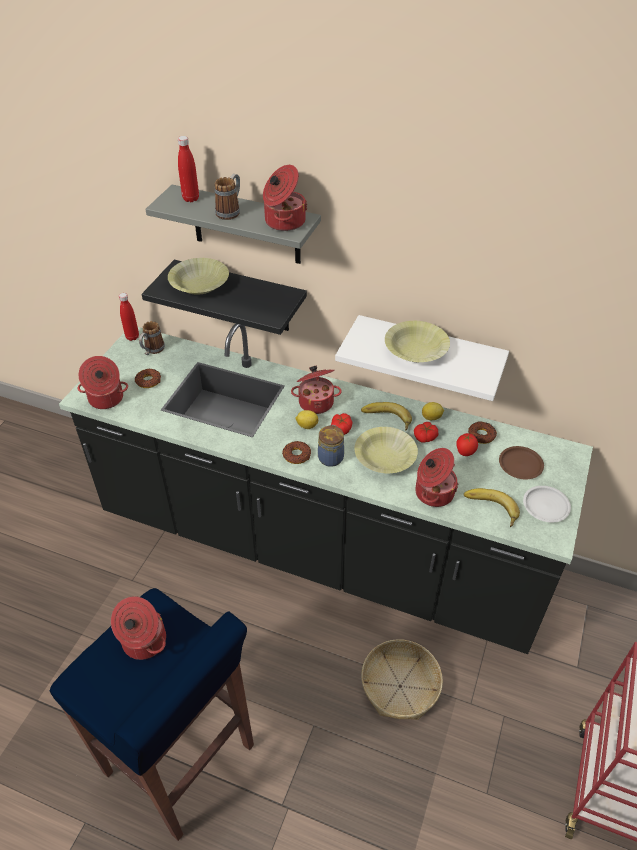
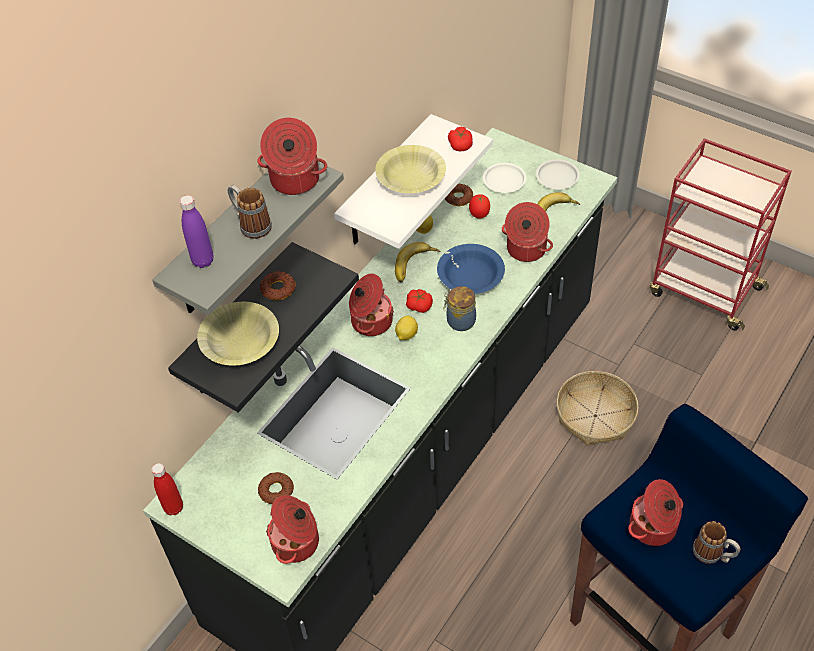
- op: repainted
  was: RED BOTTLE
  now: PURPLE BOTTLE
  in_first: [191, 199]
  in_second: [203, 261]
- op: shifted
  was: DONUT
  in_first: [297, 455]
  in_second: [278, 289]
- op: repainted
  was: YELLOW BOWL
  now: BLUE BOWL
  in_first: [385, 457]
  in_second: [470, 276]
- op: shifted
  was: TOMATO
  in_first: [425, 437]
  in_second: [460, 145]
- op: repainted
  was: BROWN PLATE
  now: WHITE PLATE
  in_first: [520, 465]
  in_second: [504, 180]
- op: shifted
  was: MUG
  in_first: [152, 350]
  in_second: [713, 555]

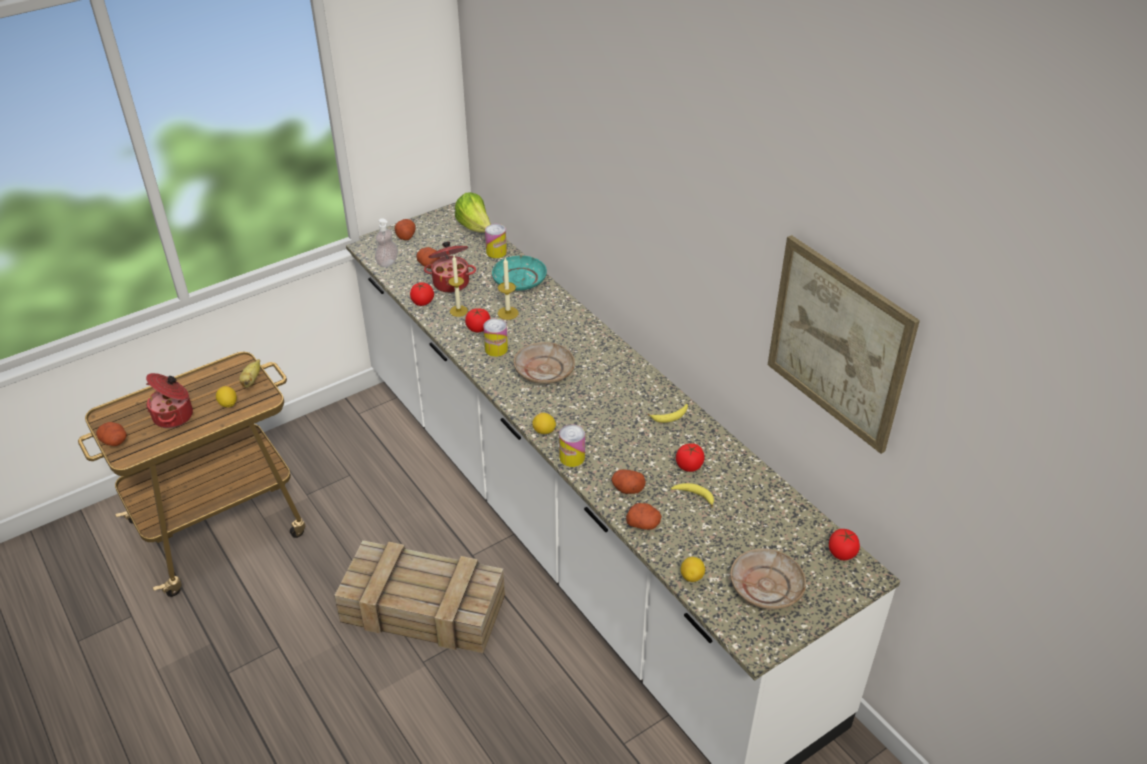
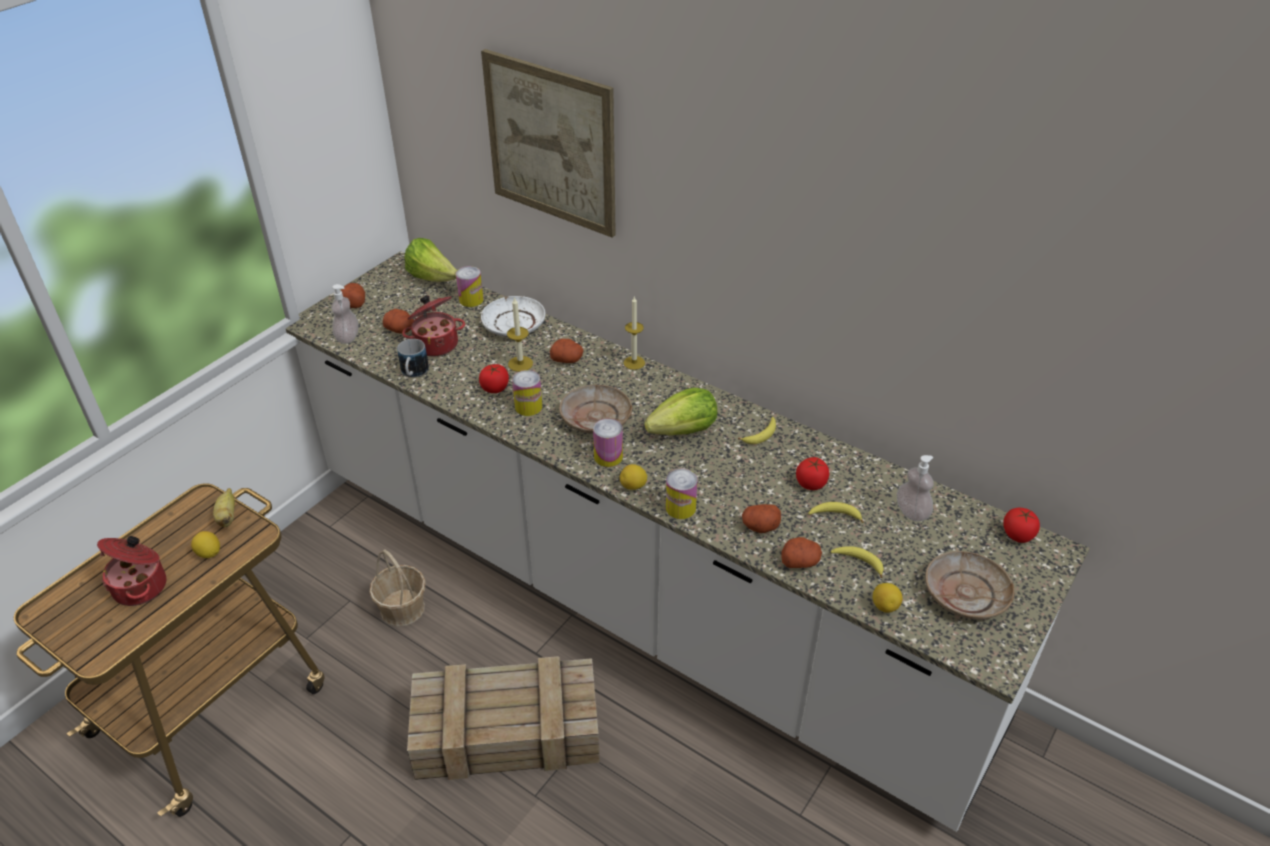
- op: new
  now: BASKET
  in_second: [402, 608]
- op: swapped
  was: TOMATO
  now: MUG
  in_first: [422, 302]
  in_second: [413, 373]
- op: shifted
  was: PICTURE
  in_first: [838, 343]
  in_second: [551, 143]
- op: repainted
  was: TURQUOISE PLATE
  now: WHITE PLATE
  in_first: [519, 280]
  in_second: [513, 325]
- op: shifted
  was: POTATO
  in_first: [115, 441]
  in_second: [567, 359]
- op: new
  now: CAN
  in_second: [608, 457]
- op: shifted
  was: CANDLE
  in_first: [458, 311]
  in_second: [634, 363]
- op: new
  now: LETTUCE
  in_second: [684, 431]
- op: new
  now: BANANA
  in_second: [858, 562]
- op: new
  now: SOAP DISPENSER
  in_second: [911, 512]

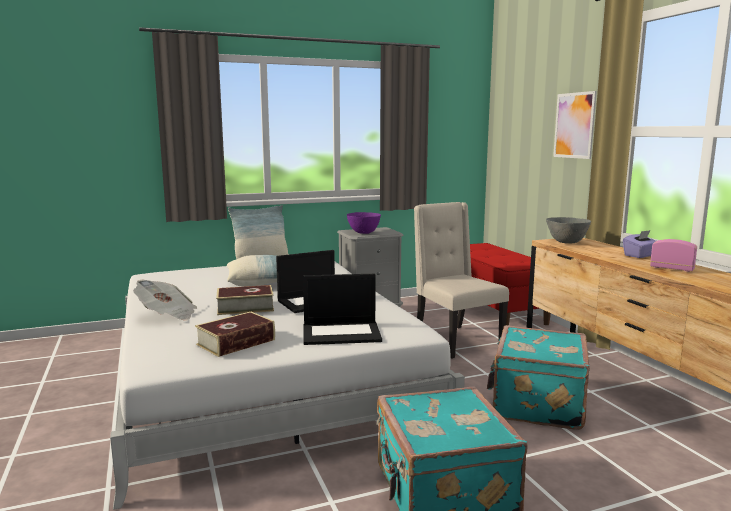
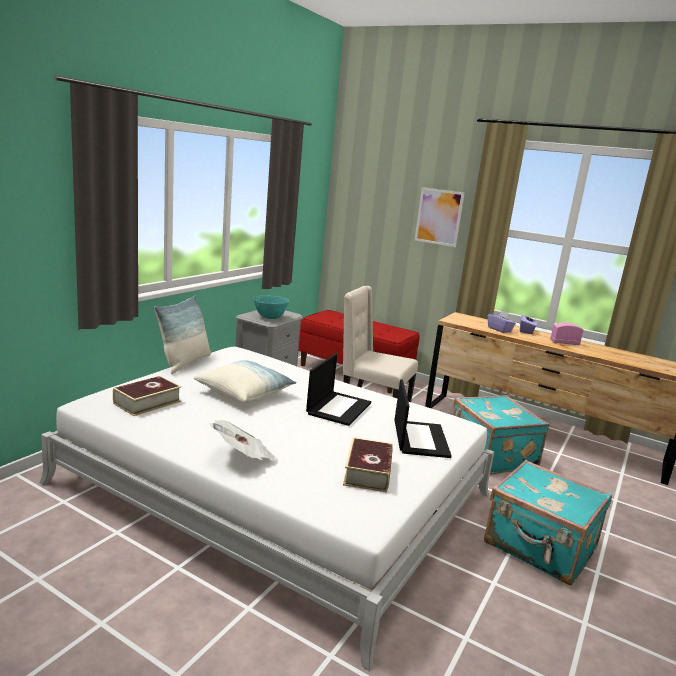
- op: shifted
  was: BOOK
  in_first: [245, 307]
  in_second: [147, 402]
- op: repainted
  was: PURPLE BOWL
  now: TURQUOISE BOWL
  in_first: [364, 233]
  in_second: [270, 318]
- op: rotated
  was: LAPTOP
  in_first: [342, 333]
  in_second: [419, 438]
  clockwise: -45
- op: new
  now: PURPLE TISSUE BOX
  in_second: [499, 329]
- op: gone
  was: GREY BOWL
  in_first: [566, 242]

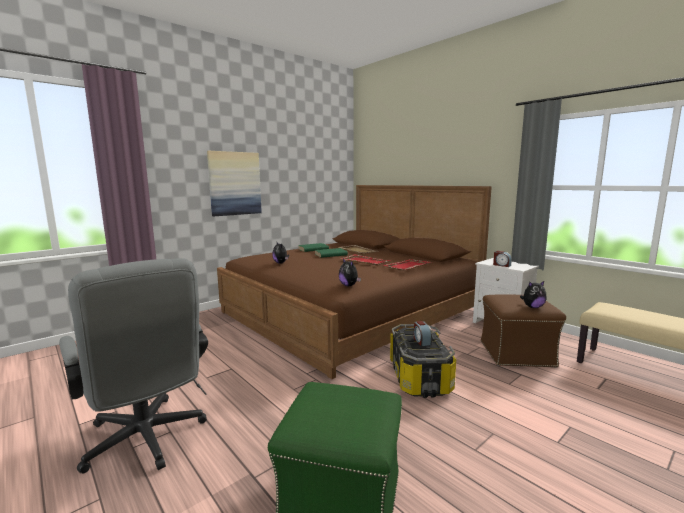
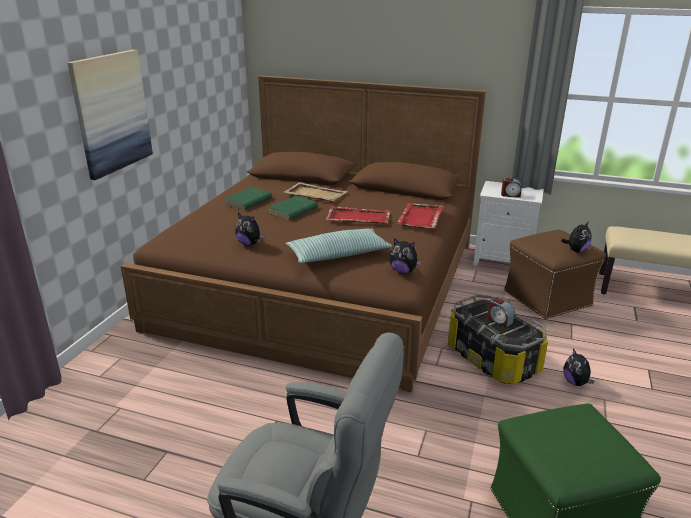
- op: new
  now: PILLOW
  in_second: [338, 255]
- op: new
  now: PLUSH TOY
  in_second: [575, 382]

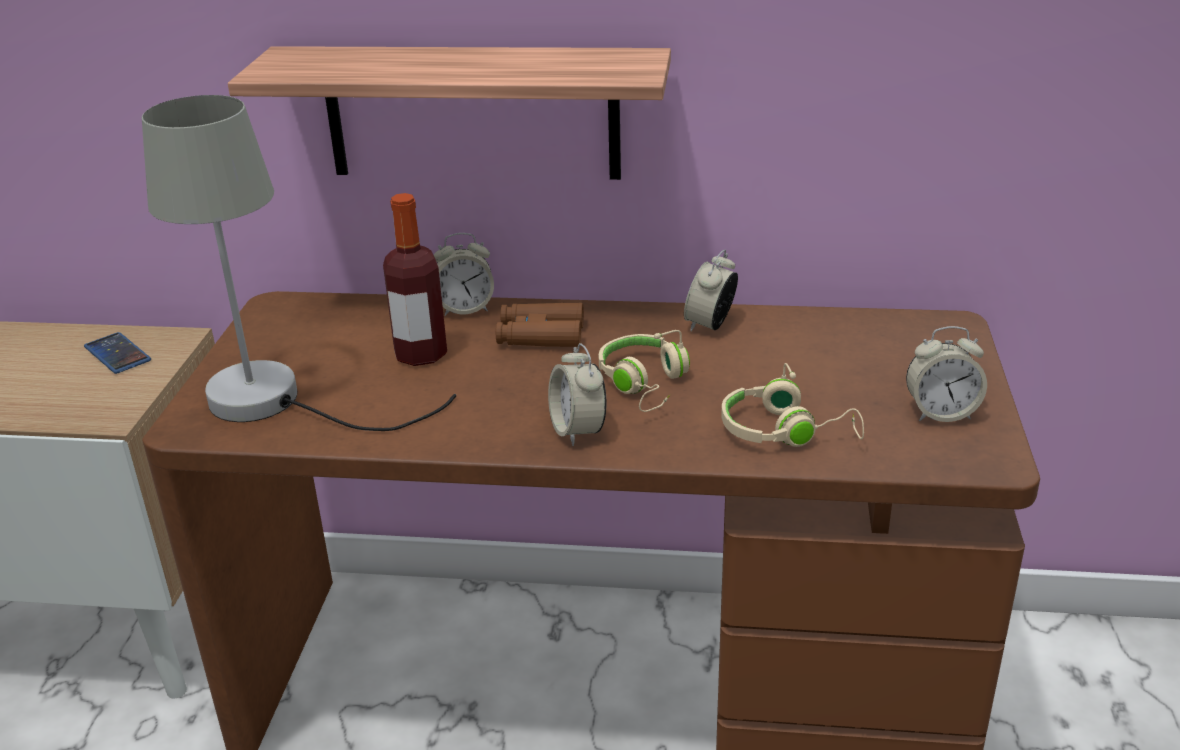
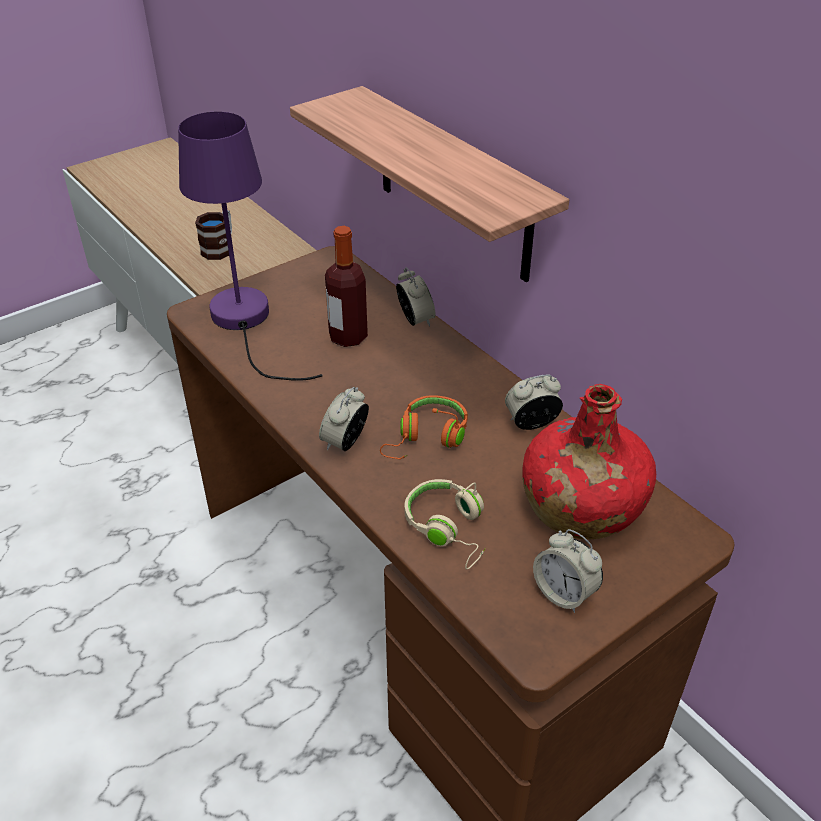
- op: repainted
  was: GREY TABLE LAMP
  now: PURPLE TABLE LAMP
  in_first: [279, 402]
  in_second: [246, 323]
- op: new
  now: MUG
  in_second: [220, 248]
- op: repainted
  was: BEIGE HEADPHONES
  now: ORANGE HEADPHONES
  in_first: [645, 383]
  in_second: [427, 438]
- op: rotated
  was: ALARM CLOCK
  in_first: [465, 309]
  in_second: [415, 320]
  clockwise: -150
- op: new
  now: RED BOTTLE
  in_second: [580, 505]
- op: gone
  was: PHONE
  in_first: [117, 354]
- op: gone
  was: BROWN BINOCULARS
  in_first: [540, 335]

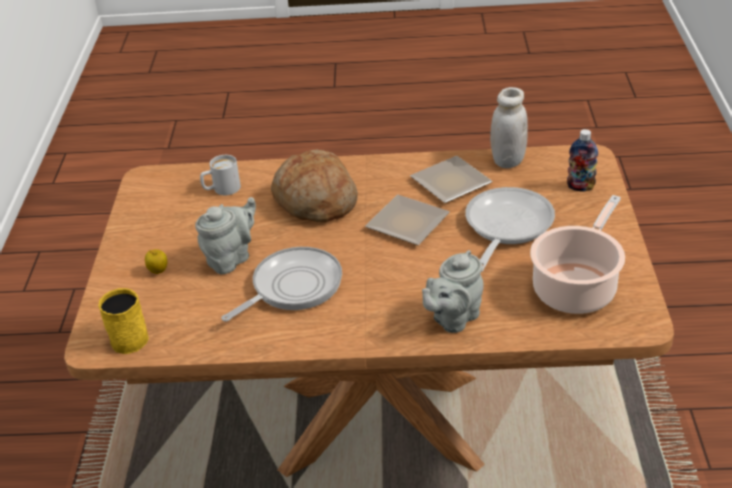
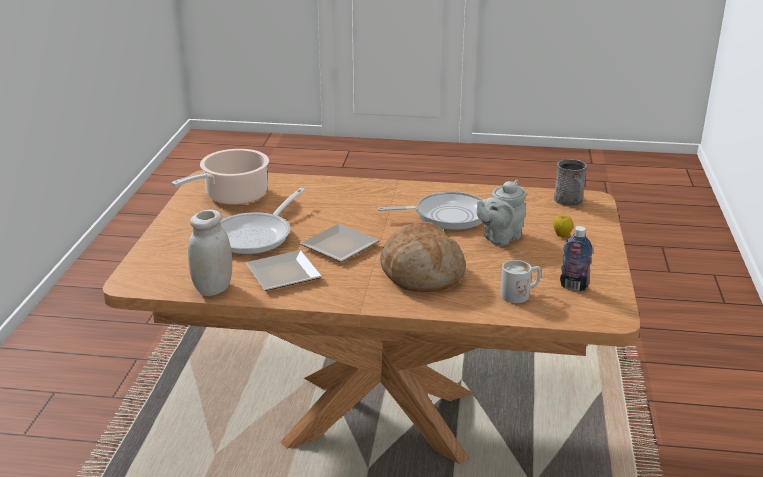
- op: rotated
  was: FRYING PAN
  in_first: [292, 287]
  in_second: [446, 216]
  clockwise: -150
- op: repainted
  was: YELLOW MUG
  now: GREY MUG
  in_first: [128, 336]
  in_second: [570, 201]
- op: shifted
  was: BOTTLE
  in_first: [580, 187]
  in_second: [573, 286]
- op: gone
  was: GREY TEAPOT
  in_first: [453, 318]

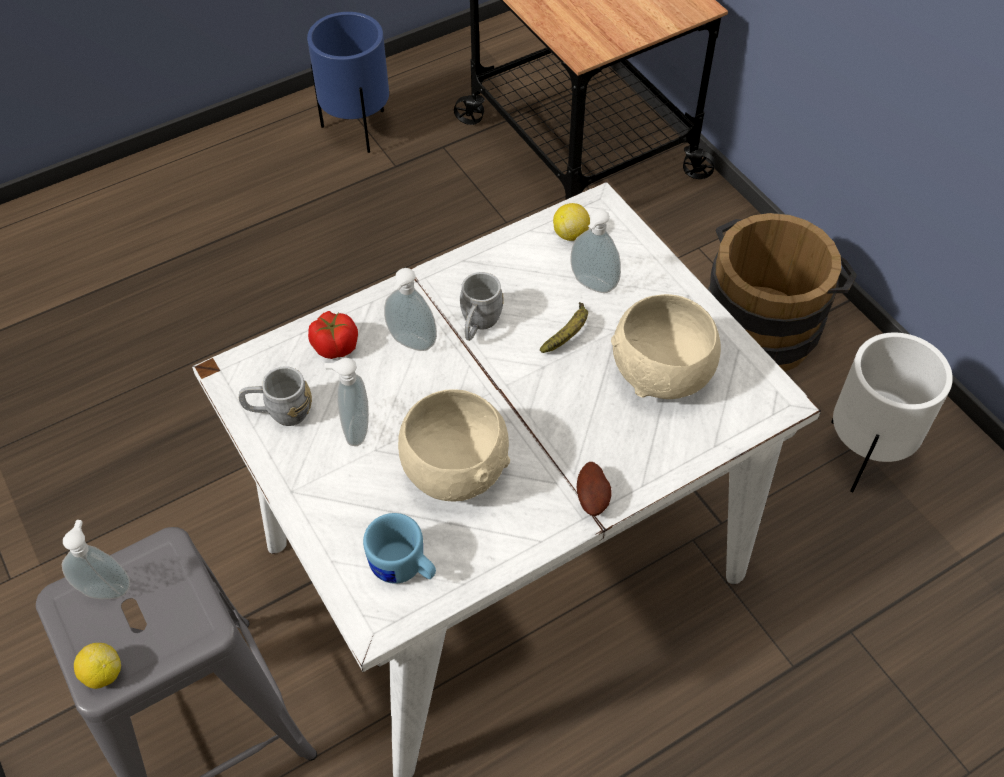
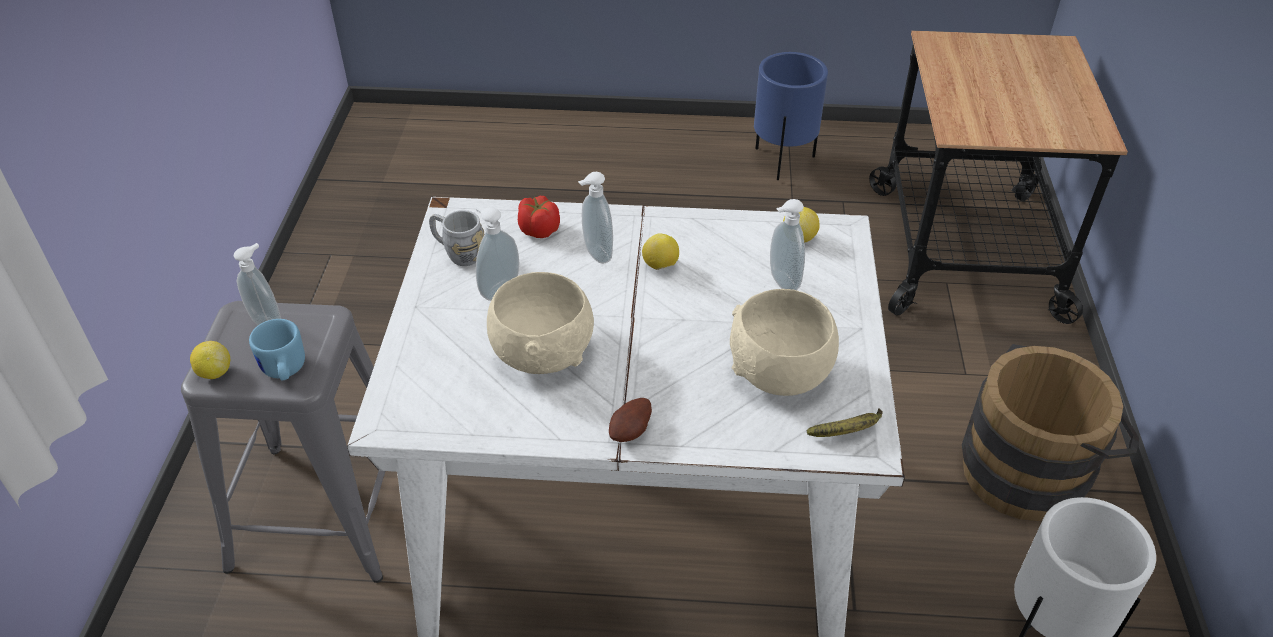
- op: shifted
  was: BLUE MUG
  in_first: [403, 569]
  in_second: [284, 371]
- op: swapped
  was: GREY MUG
  now: LEMON
  in_first: [478, 324]
  in_second: [660, 266]
- op: shifted
  was: BANANA
  in_first: [568, 334]
  in_second: [848, 432]

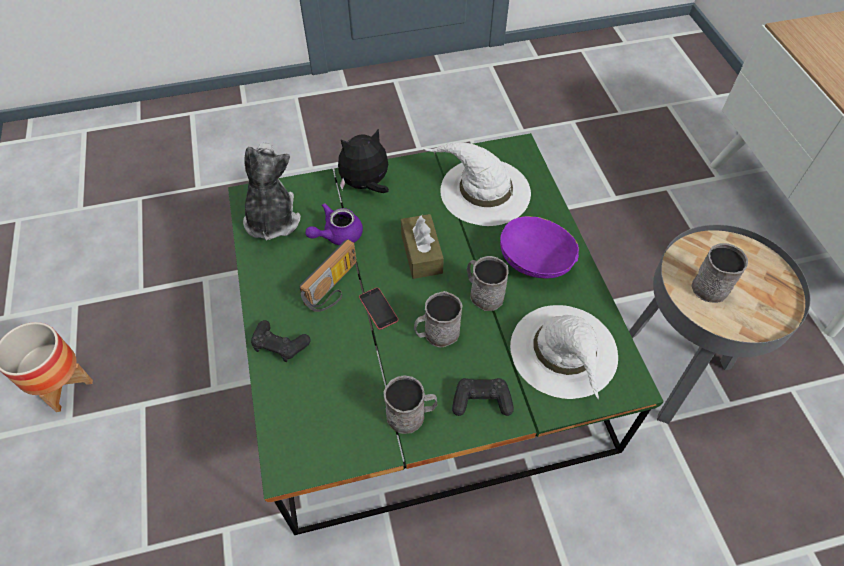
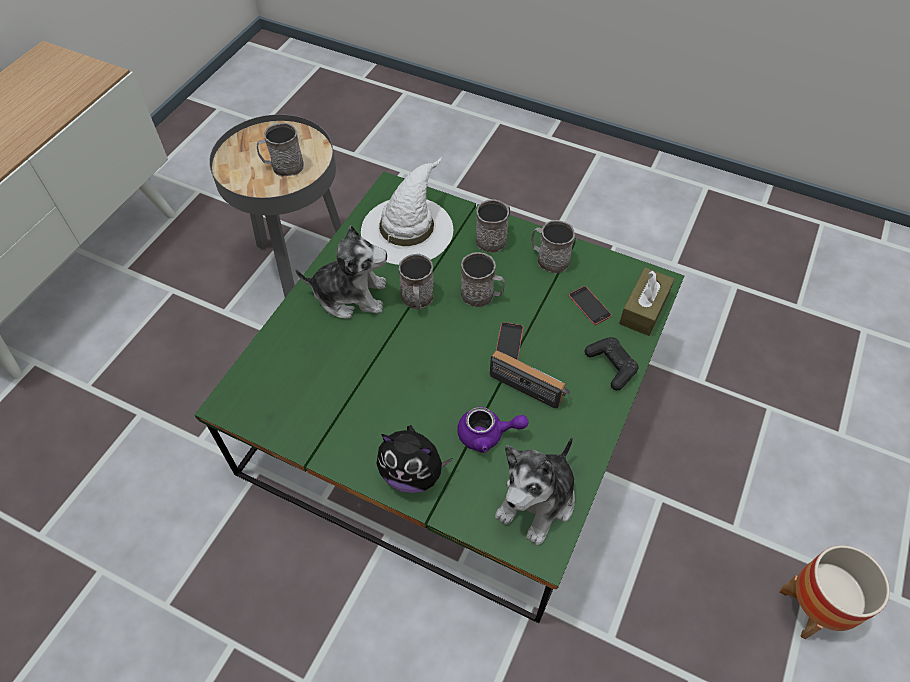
- op: swapped
  was: PURPLE BOWL
  now: PLUSH TOY
  in_first: [535, 261]
  in_second: [350, 295]
- op: swapped
  was: BLACK GAME CONTROLLER
  now: GREY MUG
  in_first: [481, 401]
  in_second: [494, 238]
- op: rotated
  was: RADIO
  in_first: [334, 288]
  in_second: [531, 384]
  clockwise: 45
- op: new
  now: PHONE
  in_second: [589, 305]
- op: shifted
  was: BROWN TISSUE BOX
  in_first: [421, 253]
  in_second: [644, 309]
- op: gone
  was: WHITE HAT
  in_first: [483, 191]

